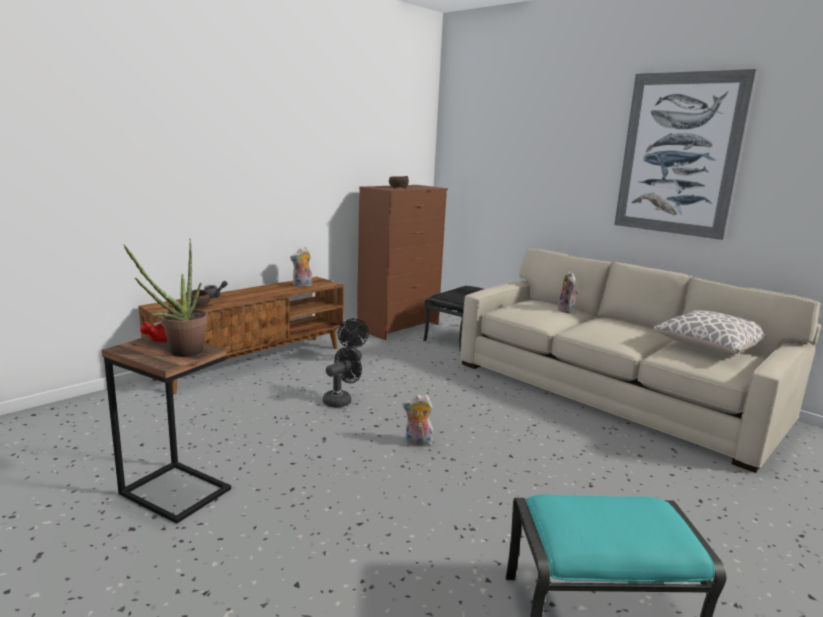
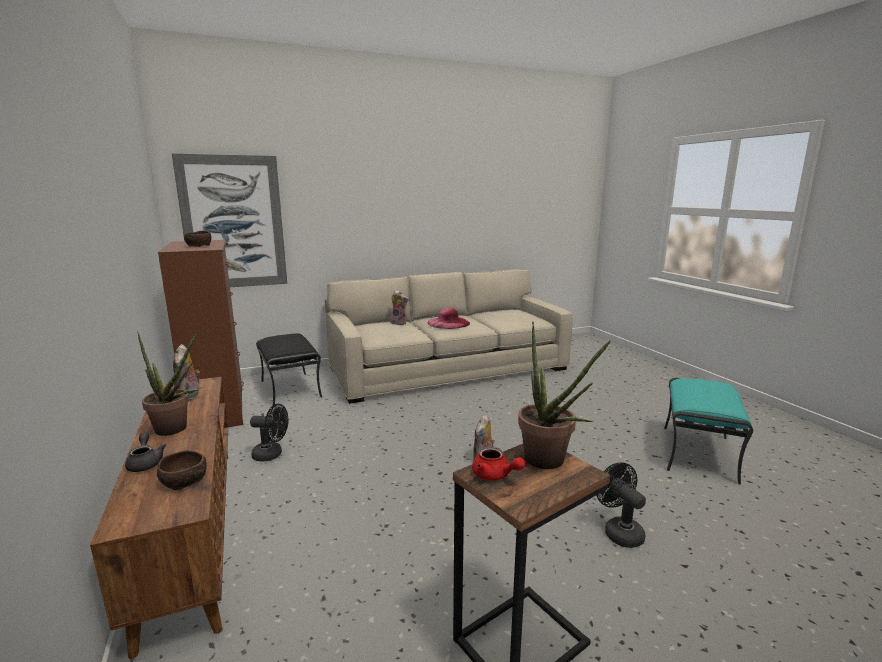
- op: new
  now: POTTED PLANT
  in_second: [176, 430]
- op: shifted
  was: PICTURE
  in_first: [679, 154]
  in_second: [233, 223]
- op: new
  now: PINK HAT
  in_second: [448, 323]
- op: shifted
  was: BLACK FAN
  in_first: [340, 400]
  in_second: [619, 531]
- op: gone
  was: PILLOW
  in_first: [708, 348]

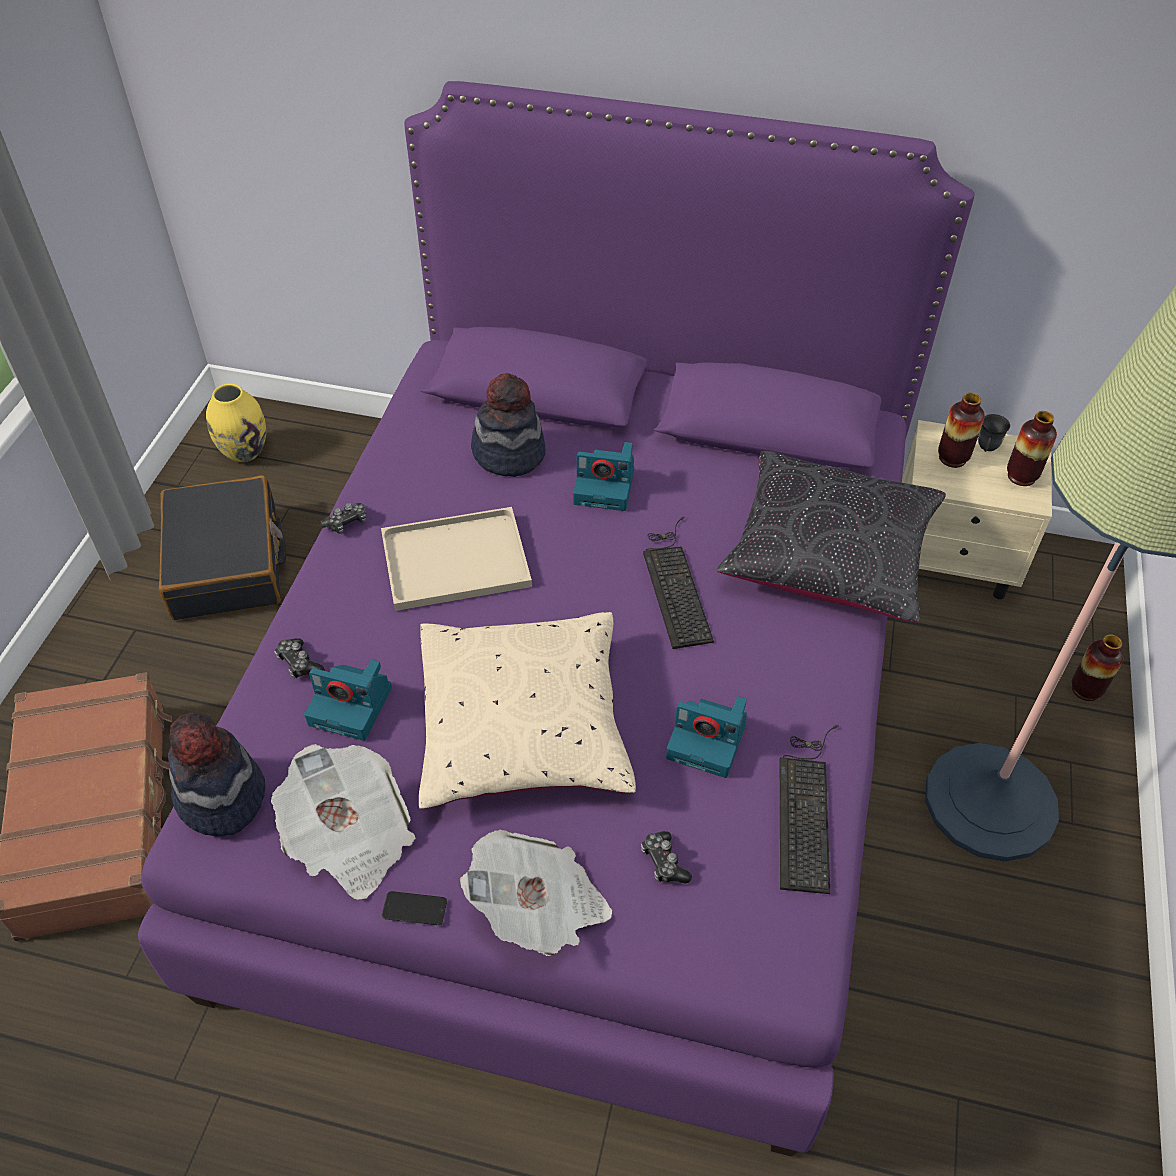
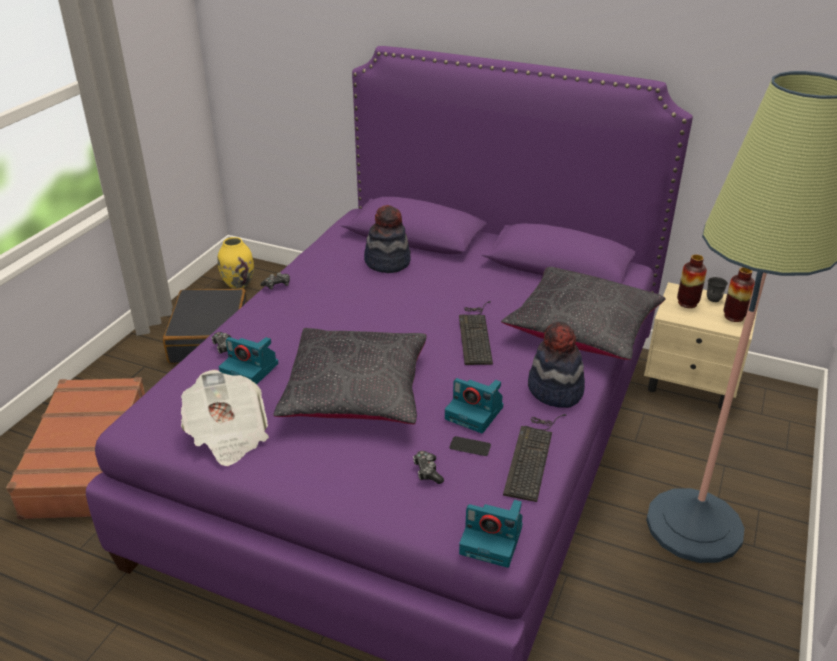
- op: repainted
  was: BEIGE PILLOW
  now: BLACK PILLOW
  in_first: [523, 726]
  in_second: [356, 392]
- op: shifted
  was: PHONE
  in_first: [414, 909]
  in_second: [470, 447]
- op: shifted
  was: PHOTO CAMERA
  in_first: [606, 487]
  in_second: [493, 540]
- op: shifted
  was: HAT
  in_first: [221, 797]
  in_second: [555, 390]
- op: gone
  was: BEIGE TRAY
  in_first: [458, 558]
- op: gone
  was: NEWSPAPER
  in_first: [539, 908]
- op: gone
  was: VASE
  in_first: [1086, 690]

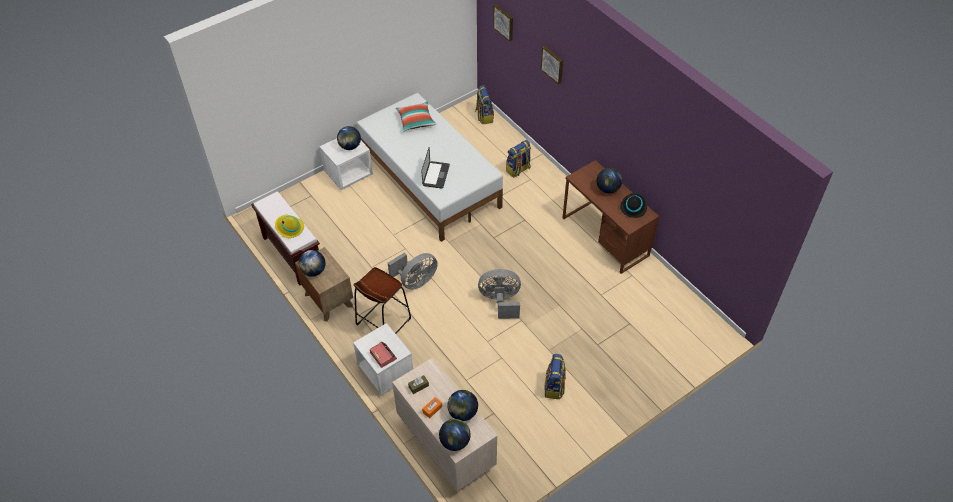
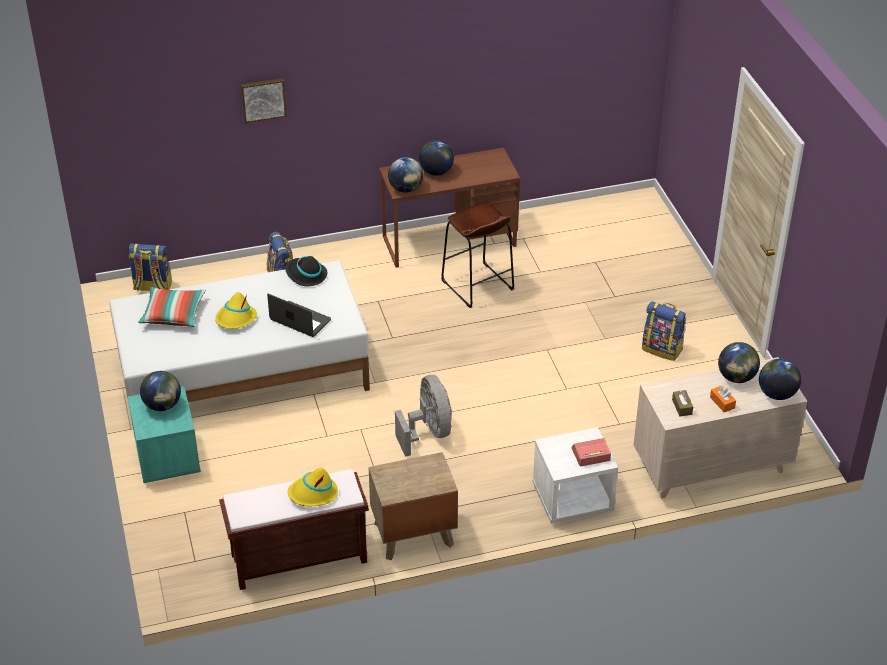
- op: repainted
  was: WHITE NIGHTSTAND
  now: TURQUOISE NIGHTSTAND
  in_first: [348, 174]
  in_second: [167, 458]
- op: new
  now: YELLOW HAT
  in_second: [236, 319]
- op: shifted
  was: BLACK HAT
  in_first: [633, 207]
  in_second: [306, 275]
- op: shifted
  was: GLOBE
  in_first: [313, 271]
  in_second: [405, 189]
- op: shifted
  was: BROWN STOOL
  in_first: [383, 321]
  in_second: [477, 285]
- op: gone
  was: GREY FAN
  in_first: [500, 301]
- op: gone
  was: PICTURE
  in_first: [504, 22]

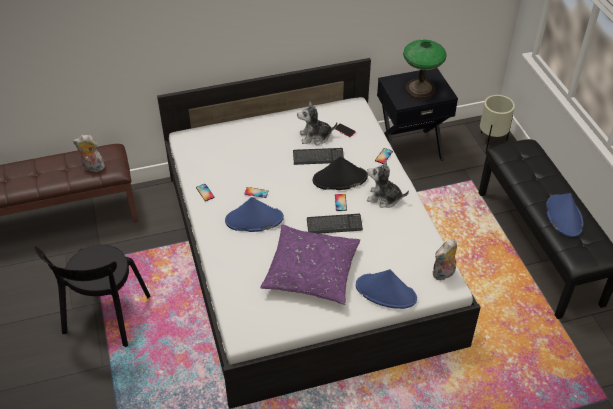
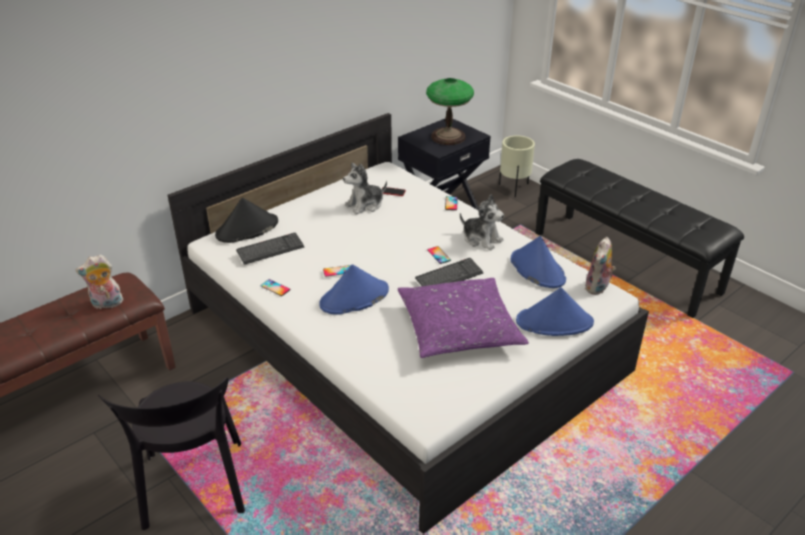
- op: shifted
  was: BLACK HAT
  in_first: [339, 179]
  in_second: [247, 229]
- op: shifted
  was: KEYBOARD
  in_first: [318, 157]
  in_second: [270, 250]
- op: rotated
  was: PLUSH TOY
  in_first: [384, 198]
  in_second: [481, 239]
  clockwise: -135
- op: shifted
  was: BLUE HAT
  in_first: [563, 216]
  in_second: [537, 269]

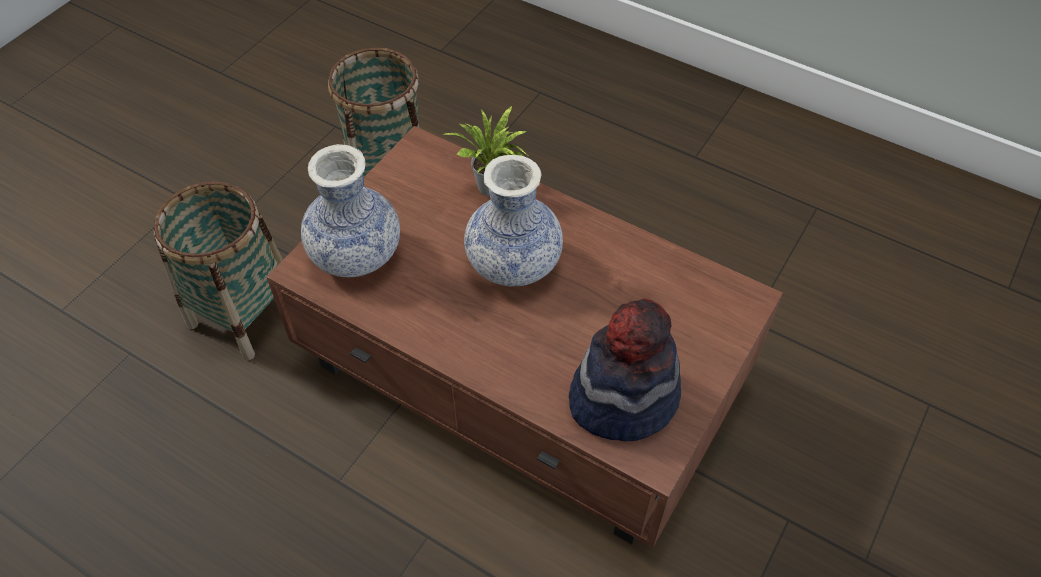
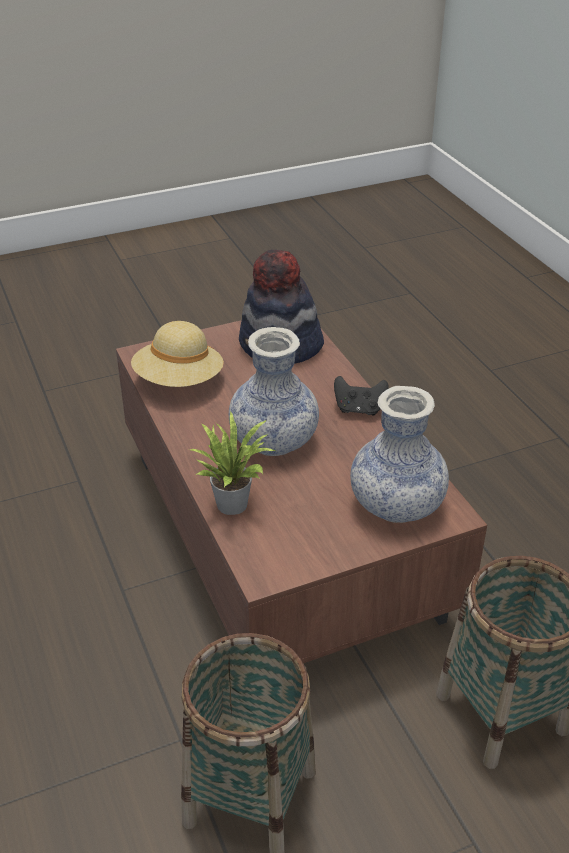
- op: new
  now: BEIGE HAT
  in_second: [179, 381]
- op: new
  now: BLACK GAME CONTROLLER
  in_second: [359, 409]

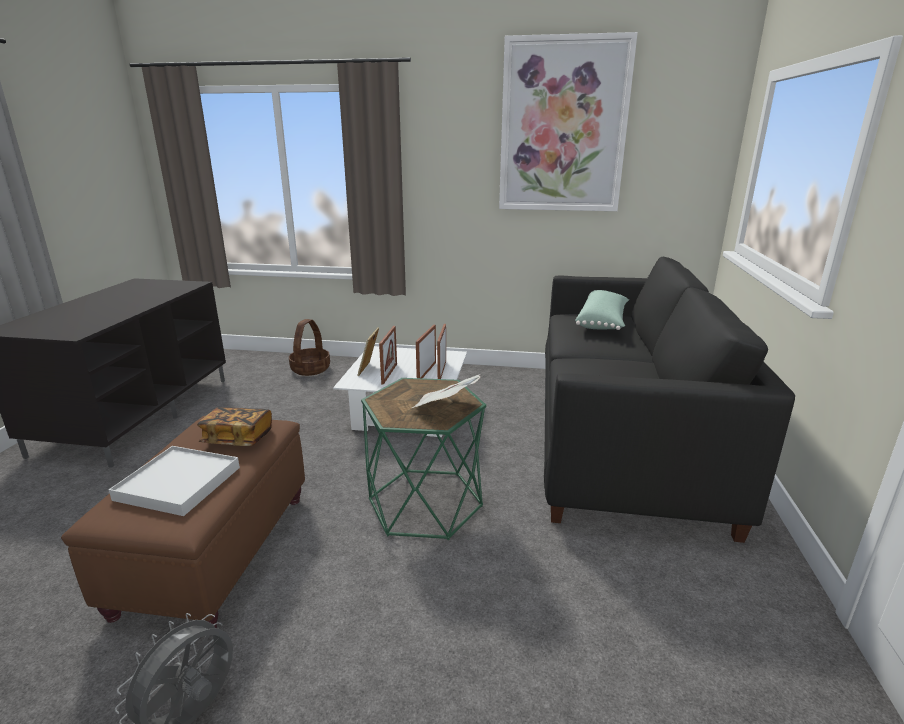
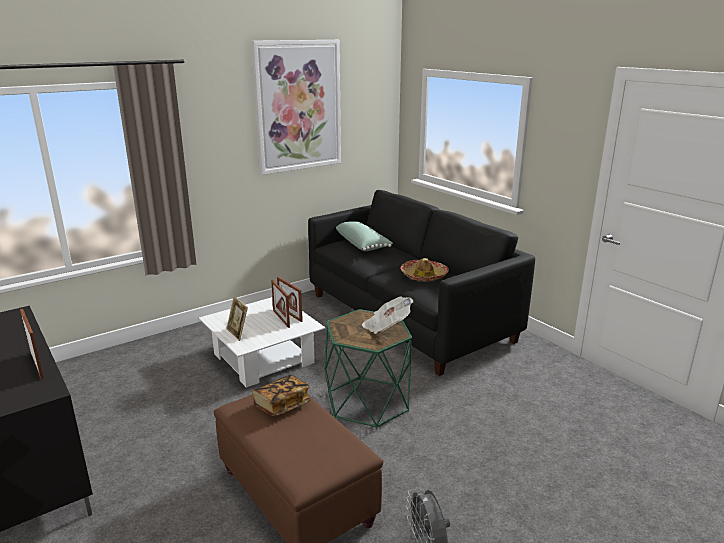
- op: shifted
  was: PICTURE FRAME
  in_first: [389, 373]
  in_second: [37, 365]
- op: new
  now: HAT
  in_second: [424, 276]
- op: gone
  was: WHITE TRAY
  in_first: [178, 483]
- op: gone
  was: BASKET
  in_first: [310, 369]

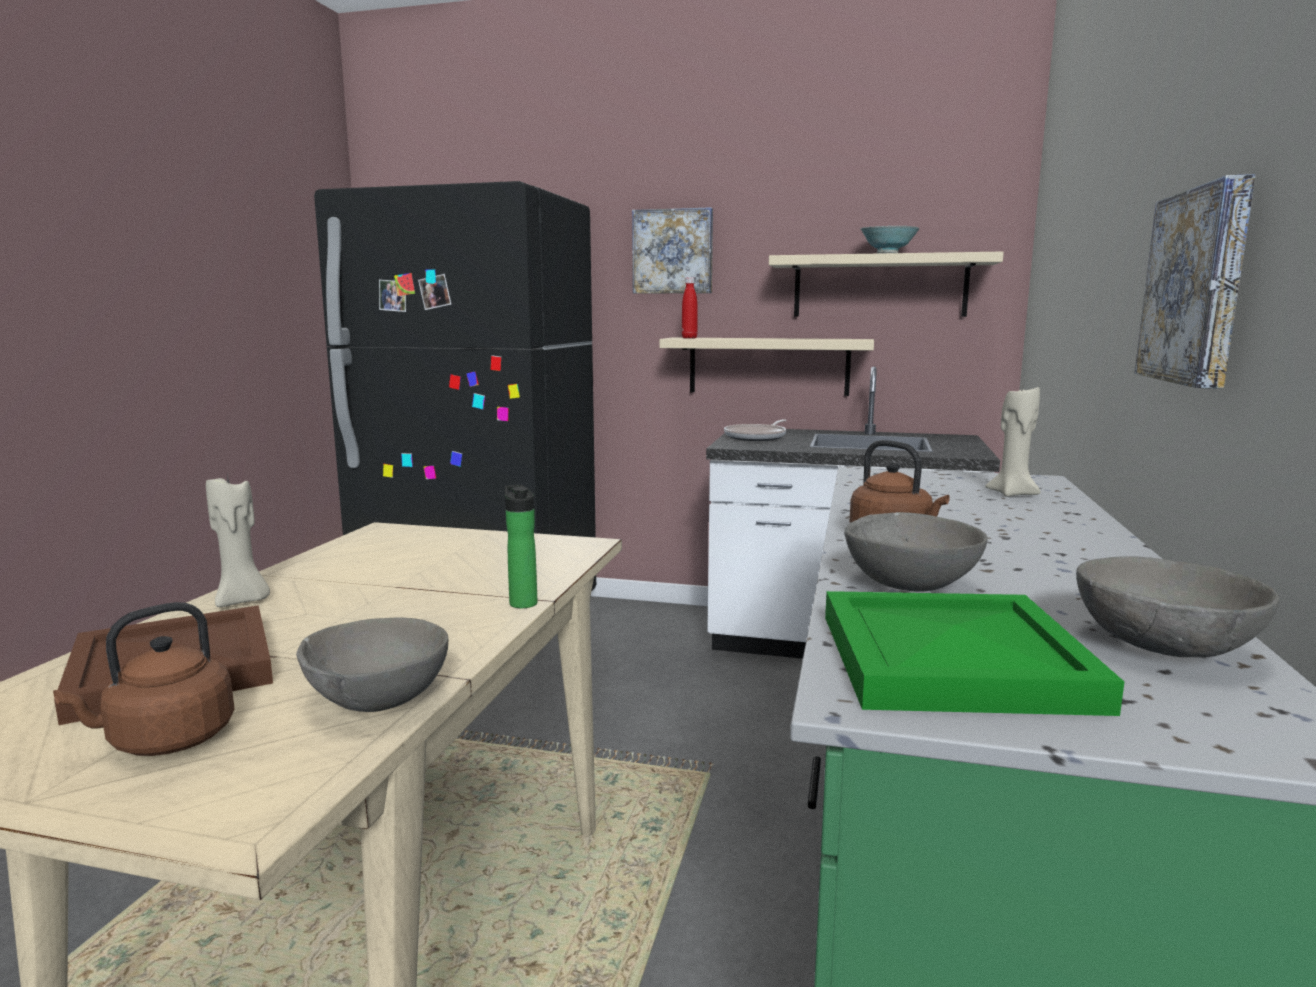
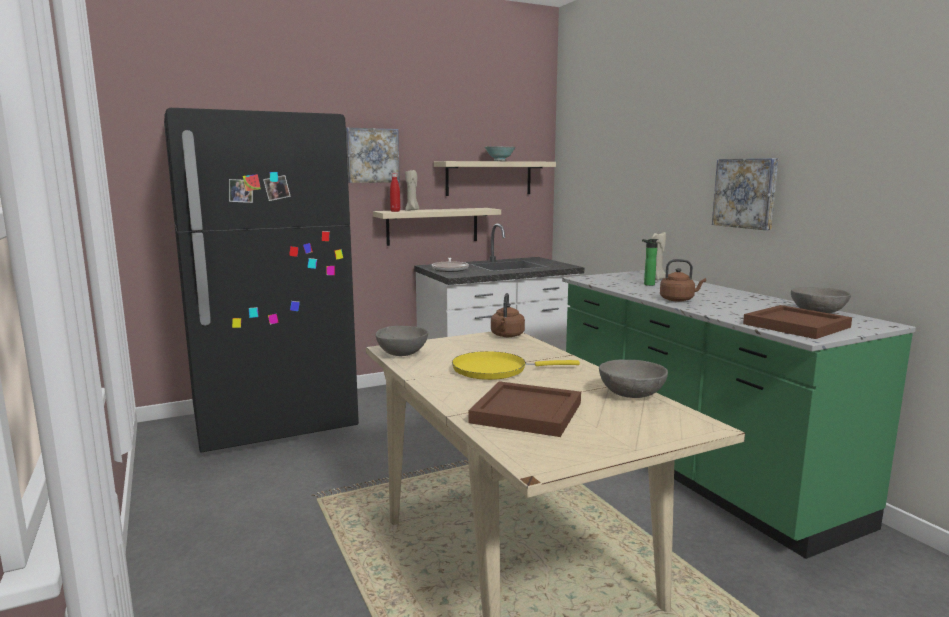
- op: shifted
  was: GREY BOWL
  in_first: [909, 586]
  in_second: [402, 354]
- op: shifted
  was: BEIGE CANDLE
  in_first: [243, 601]
  in_second: [412, 210]
- op: new
  now: YELLOW FRYING PAN
  in_second: [495, 370]
- op: shifted
  was: BROWN KETTLE
  in_first: [165, 741]
  in_second: [507, 335]
- op: shifted
  was: BOTTLE
  in_first: [522, 602]
  in_second: [647, 284]
- op: repainted
  was: GREEN TRAY
  now: BROWN TRAY
  in_first: [949, 661]
  in_second: [797, 326]

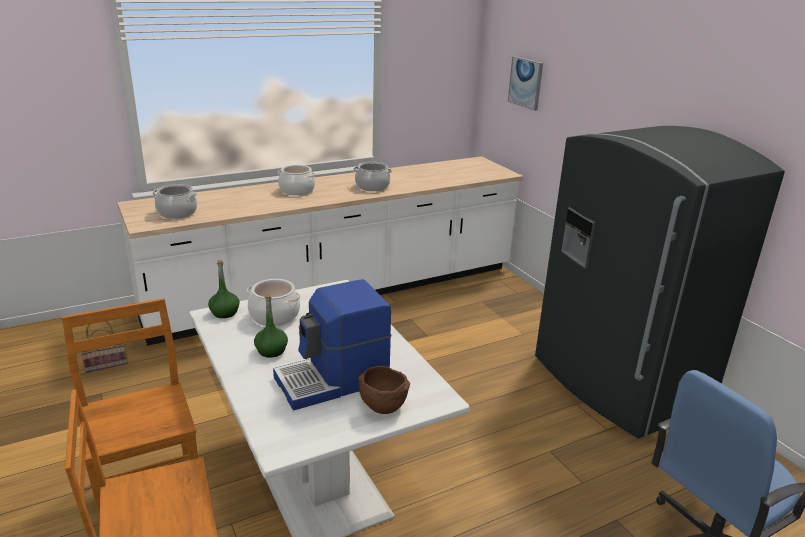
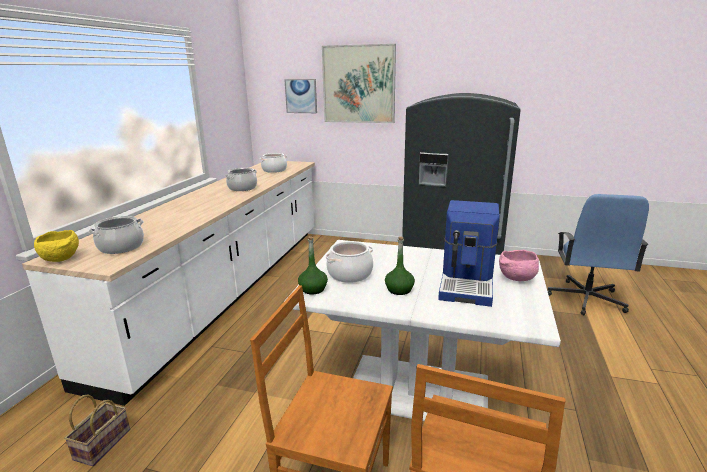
- op: new
  now: YELLOW BOWL
  in_second: [62, 259]
- op: shifted
  was: COOKING POT
  in_first: [296, 190]
  in_second: [274, 170]
- op: new
  now: PICTURE
  in_second: [359, 84]
- op: repainted
  was: BROWN BOWL
  now: PINK BOWL
  in_first: [382, 406]
  in_second: [516, 279]

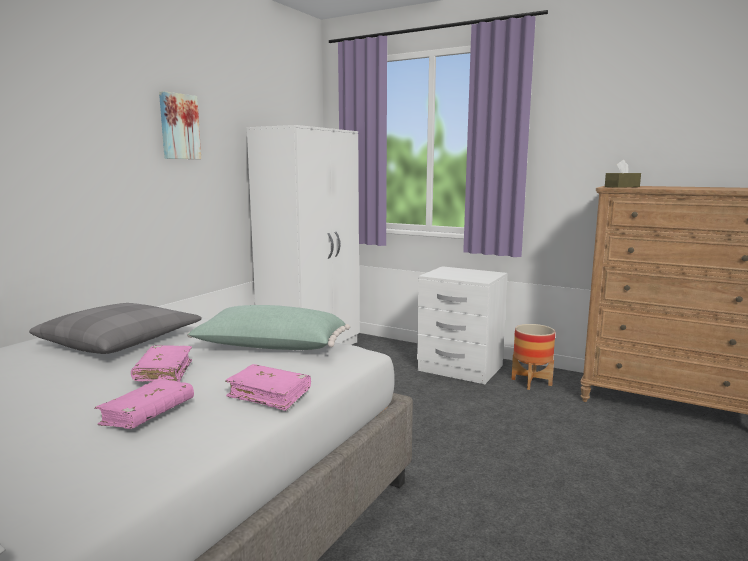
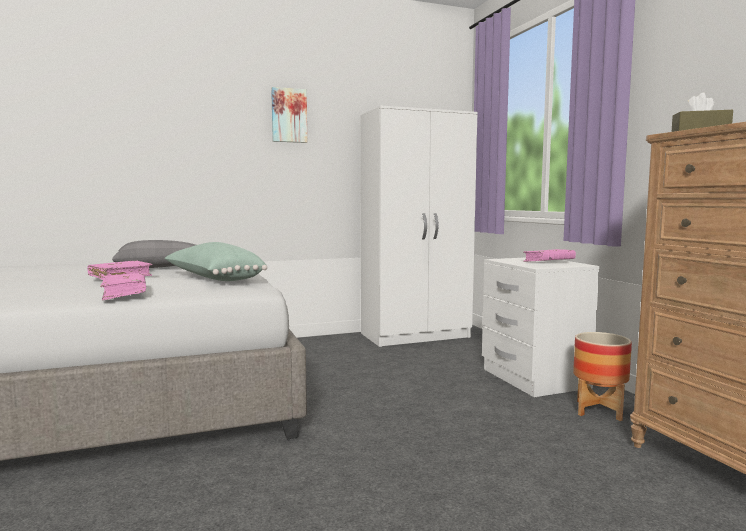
- op: shifted
  was: PINK BOOK
  in_first: [148, 414]
  in_second: [549, 262]

